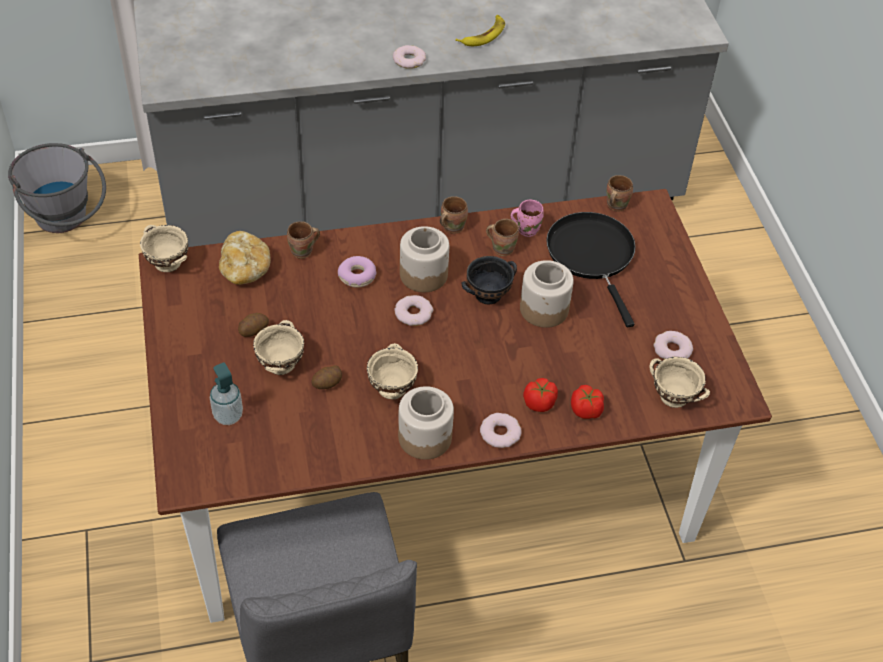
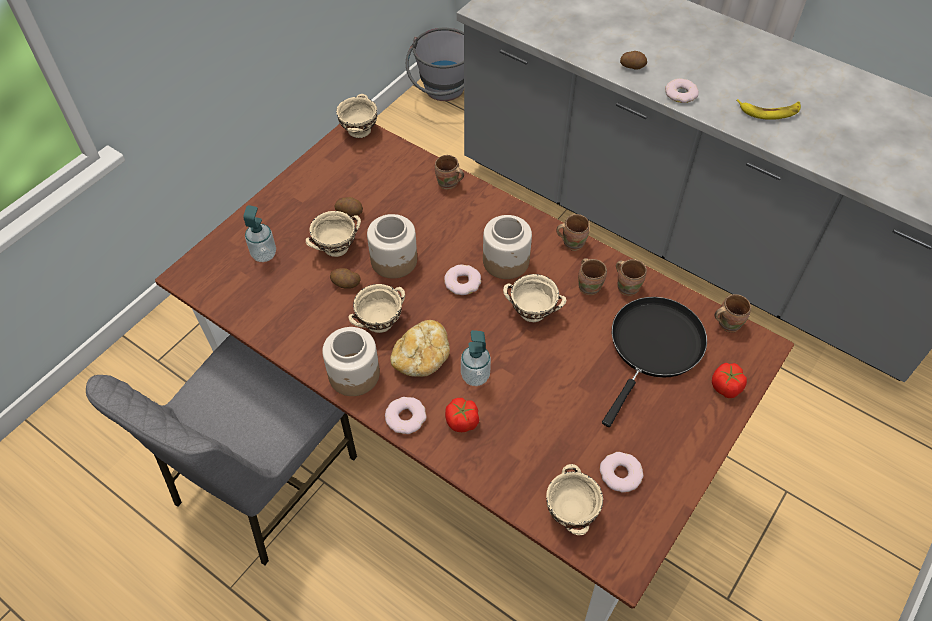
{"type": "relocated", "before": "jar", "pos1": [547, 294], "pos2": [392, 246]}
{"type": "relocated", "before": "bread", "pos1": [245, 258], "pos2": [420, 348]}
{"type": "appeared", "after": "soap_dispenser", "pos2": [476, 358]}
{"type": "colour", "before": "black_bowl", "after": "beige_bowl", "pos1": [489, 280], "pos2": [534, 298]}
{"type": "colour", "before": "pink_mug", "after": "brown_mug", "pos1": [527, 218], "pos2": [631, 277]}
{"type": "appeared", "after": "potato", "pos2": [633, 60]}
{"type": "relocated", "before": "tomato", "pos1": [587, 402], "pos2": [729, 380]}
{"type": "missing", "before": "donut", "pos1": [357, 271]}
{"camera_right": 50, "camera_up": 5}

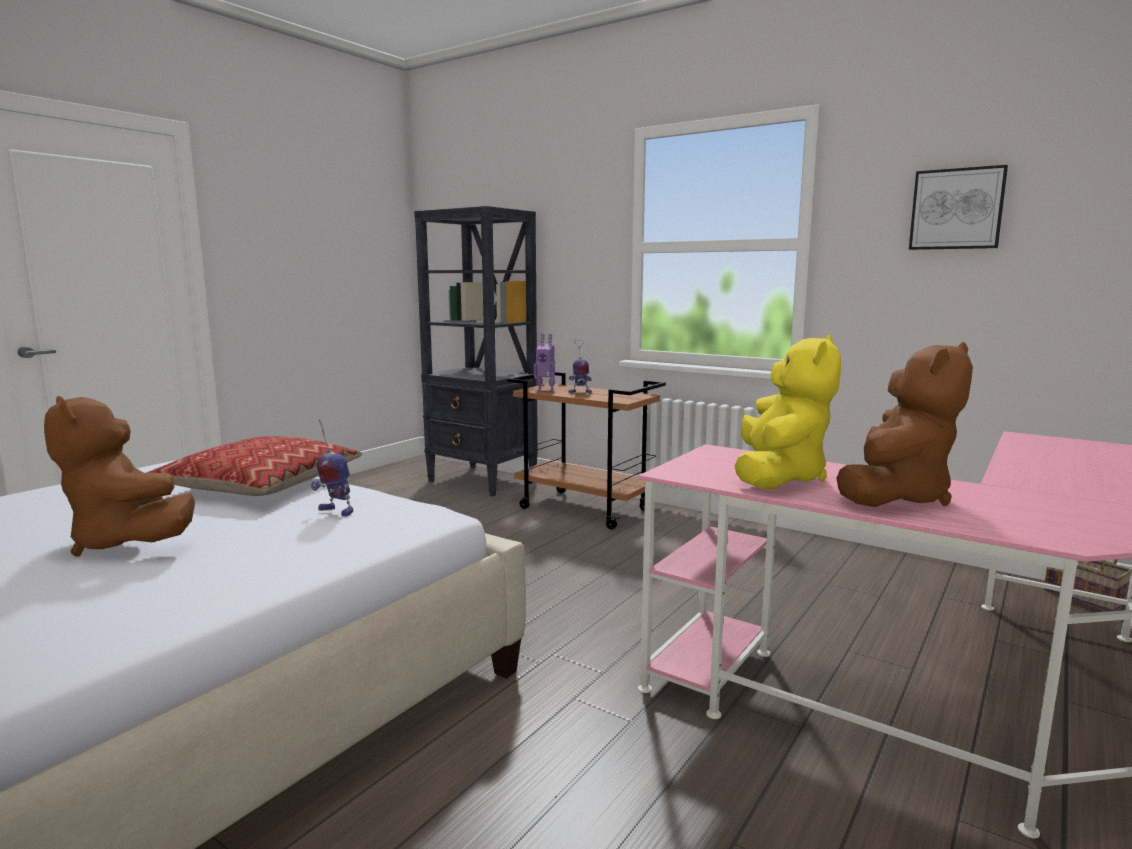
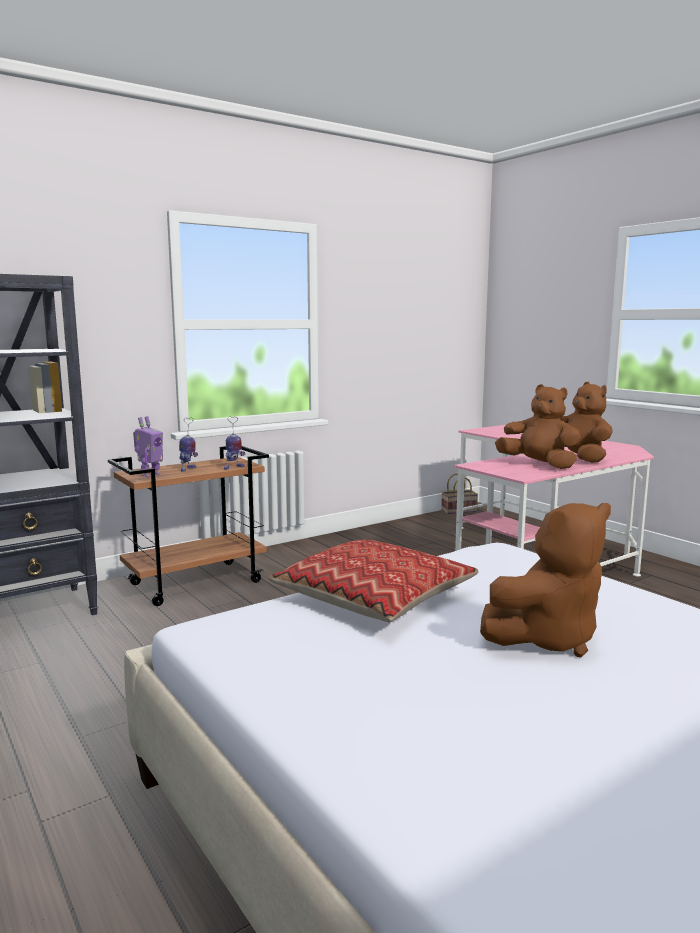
{"type": "relocated", "before": "toy_robot", "pos1": [332, 467], "pos2": [234, 443]}
{"type": "colour", "before": "yellow_plush_toy", "after": "brown_plush_toy", "pos1": [788, 411], "pos2": [538, 426]}
{"type": "missing", "before": "picture", "pos1": [958, 207]}
{"camera_right": -70, "camera_up": 0}

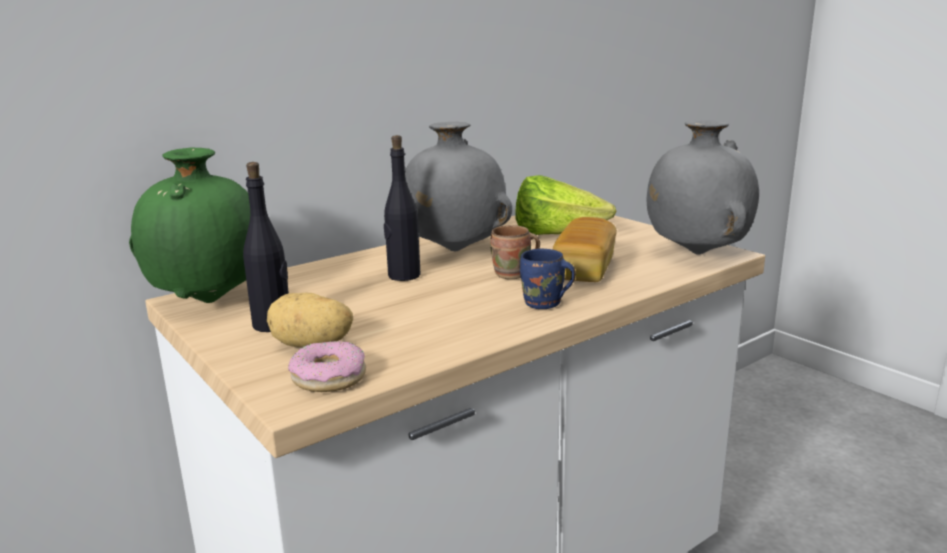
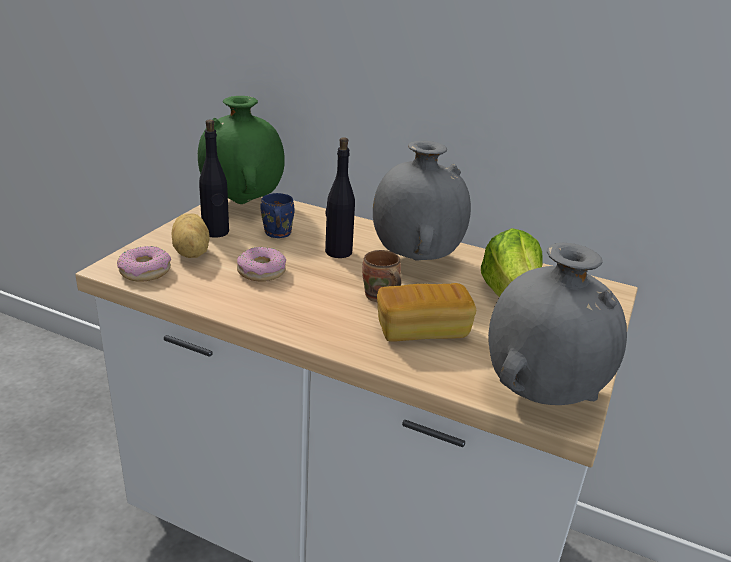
{"type": "appeared", "after": "donut", "pos2": [261, 264]}
{"type": "relocated", "before": "blue_mug", "pos1": [548, 279], "pos2": [278, 215]}
{"camera_right": 60, "camera_up": 10}

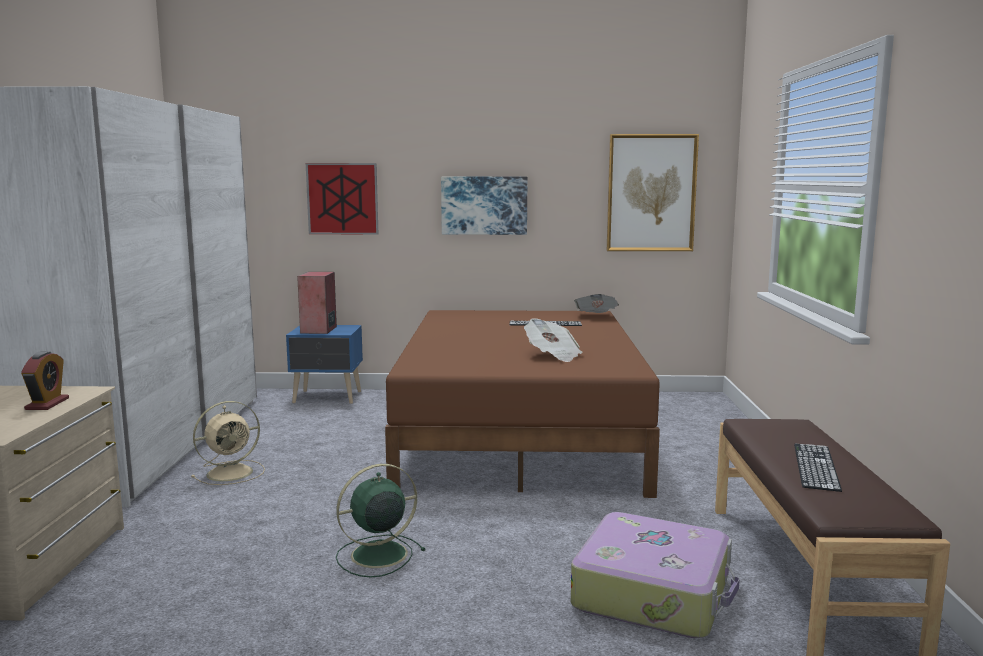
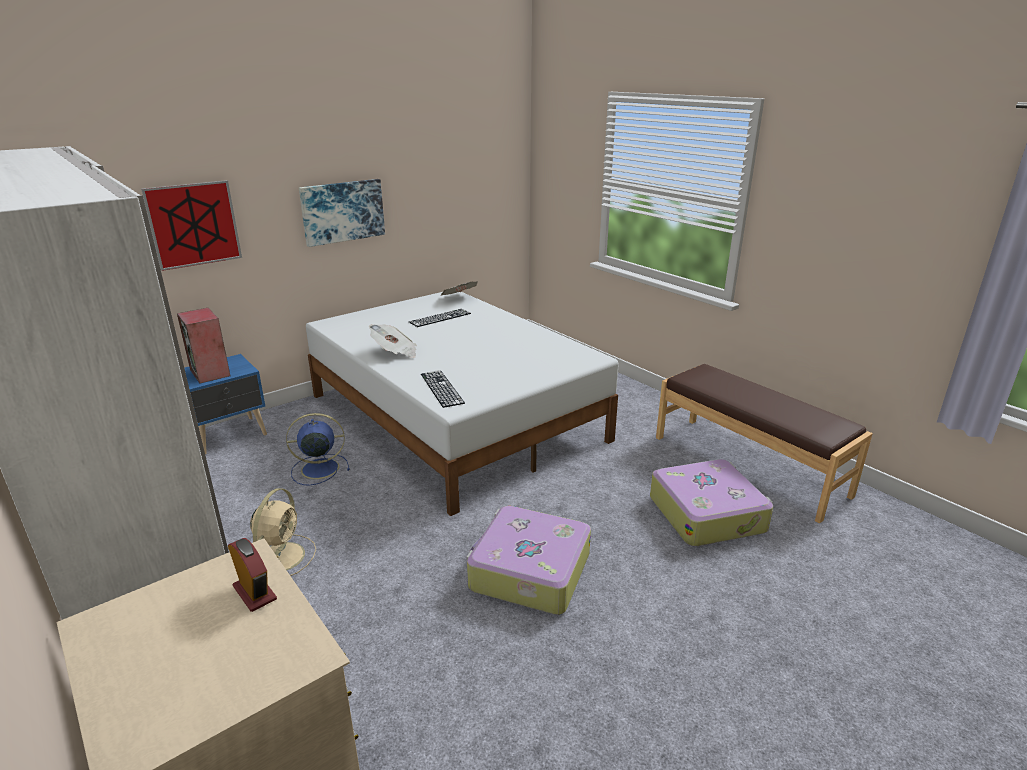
{"type": "appeared", "after": "blue_fan", "pos2": [318, 449]}
{"type": "colour", "before": "brown_bed", "after": "white_bed", "pos1": [522, 404], "pos2": [462, 404]}
{"type": "relocated", "before": "newspaper", "pos1": [553, 340], "pos2": [393, 341]}
{"type": "relocated", "before": "keyboard", "pos1": [818, 468], "pos2": [443, 389]}
{"type": "exchanged", "before": "green_fan", "after": "suitcase", "pos1": [380, 520], "pos2": [528, 560]}
{"type": "missing", "before": "picture", "pos1": [653, 192]}
{"camera_right": -40, "camera_up": 15}

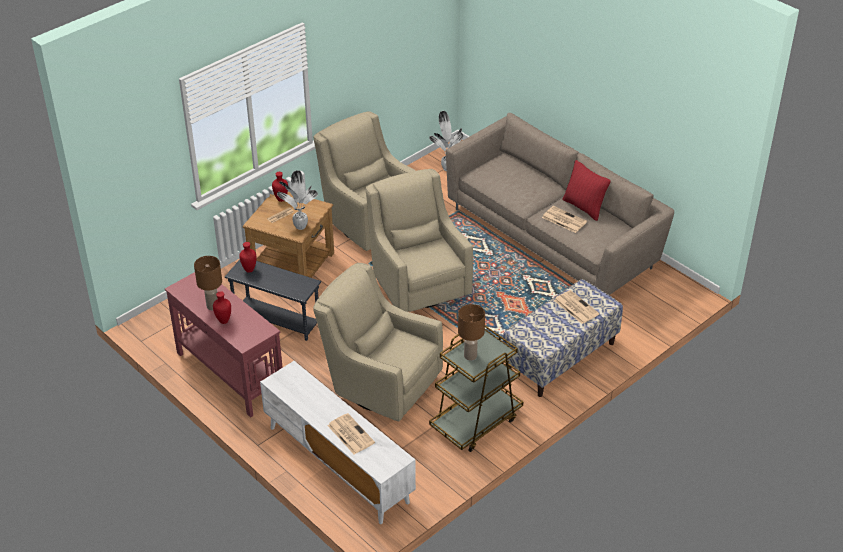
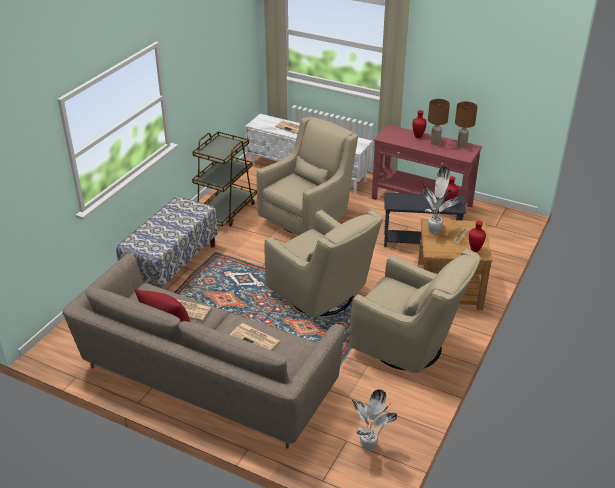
{"type": "relocated", "before": "newspaper", "pos1": [576, 307], "pos2": [255, 336]}
{"type": "spun", "before": "beige_armchair", "pos1": [378, 342], "pos2": [307, 176], "turn": -60}
{"type": "relocated", "before": "brown_table_lamp", "pos1": [471, 332], "pos2": [466, 124]}
{"camera_right": 160, "camera_up": -5}

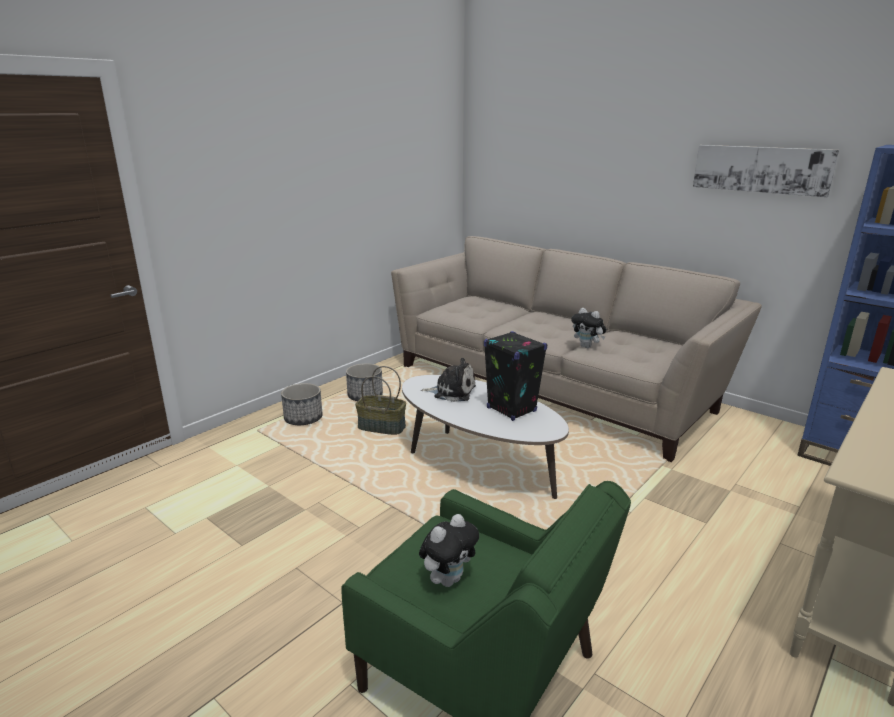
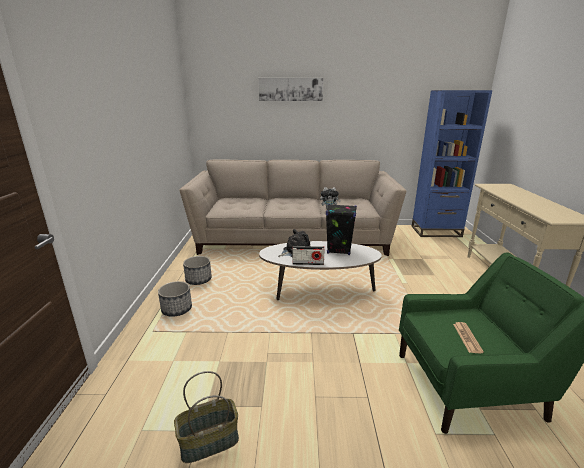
{"type": "relocated", "before": "basket", "pos1": [380, 400], "pos2": [206, 417]}
{"type": "relocated", "before": "picture", "pos1": [766, 171], "pos2": [291, 89]}
{"type": "appeared", "after": "radio", "pos2": [309, 255]}
{"type": "exchanged", "before": "plush_toy", "after": "newspaper", "pos1": [449, 550], "pos2": [468, 337]}
{"camera_right": -40, "camera_up": 0}

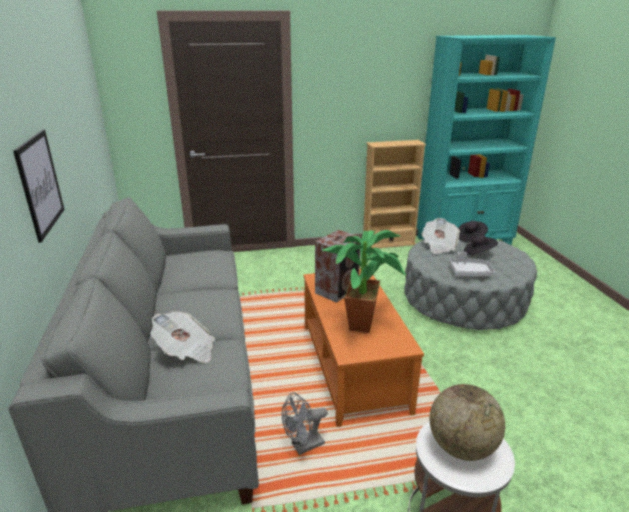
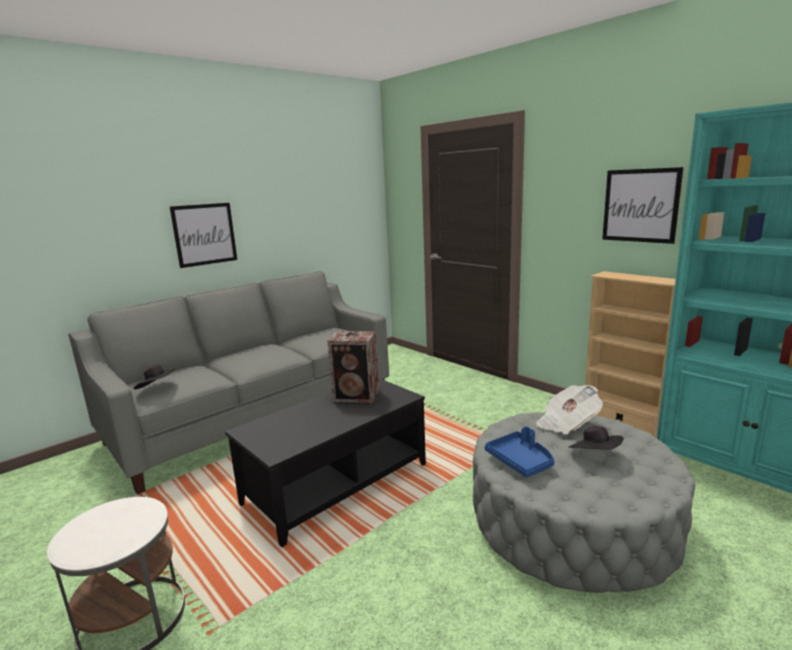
{"type": "relocated", "before": "black_hat", "pos1": [473, 231], "pos2": [154, 377]}
{"type": "colour", "before": "orange_coffee_table", "after": "black_coffee_table", "pos1": [363, 348], "pos2": [325, 462]}
{"type": "colour", "before": "grey_tray", "after": "blue_tray", "pos1": [472, 264], "pos2": [520, 452]}
{"type": "appeared", "after": "picture", "pos2": [643, 205]}
{"type": "missing", "before": "newspaper", "pos1": [182, 337]}
{"type": "missing", "before": "grey_fan", "pos1": [305, 424]}
{"type": "missing", "before": "potted_plant", "pos1": [364, 281]}
{"type": "missing", "before": "globe", "pos1": [467, 422]}
{"camera_right": 60, "camera_up": -10}

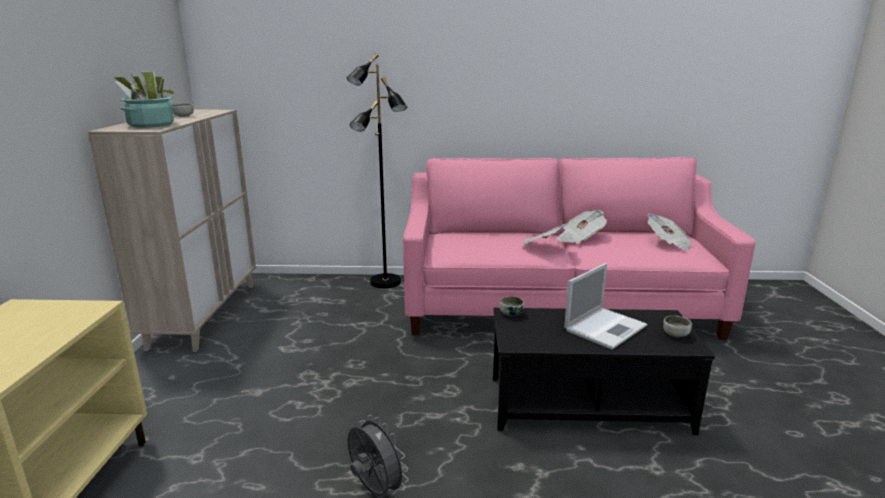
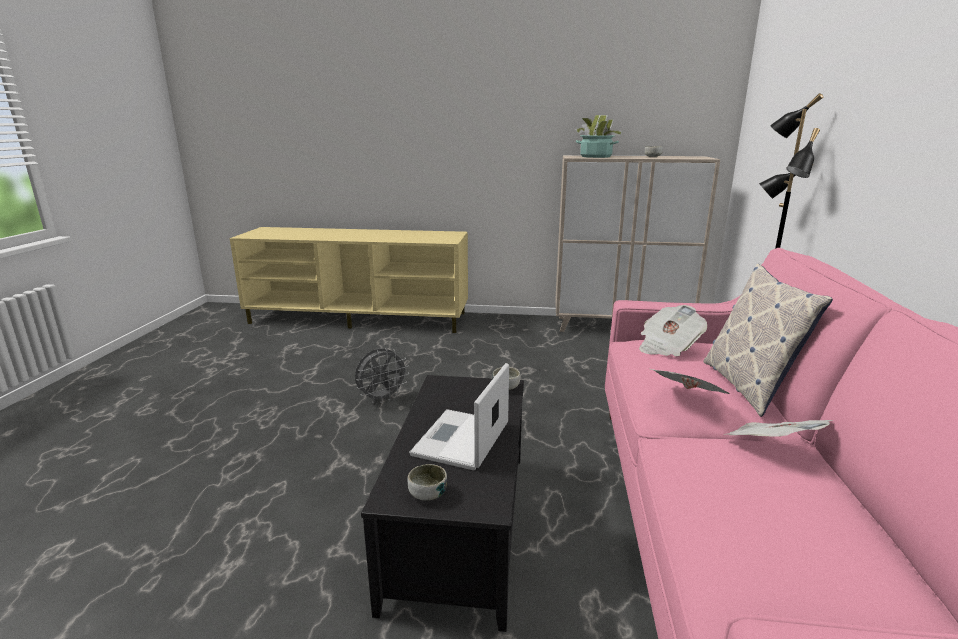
{"type": "spun", "before": "laptop", "pos1": [605, 306], "pos2": [459, 417], "turn": 60}
{"type": "relocated", "before": "newspaper", "pos1": [669, 232], "pos2": [673, 331]}
{"type": "appeared", "after": "pillow", "pos2": [768, 340]}
{"camera_right": 95, "camera_up": 0}

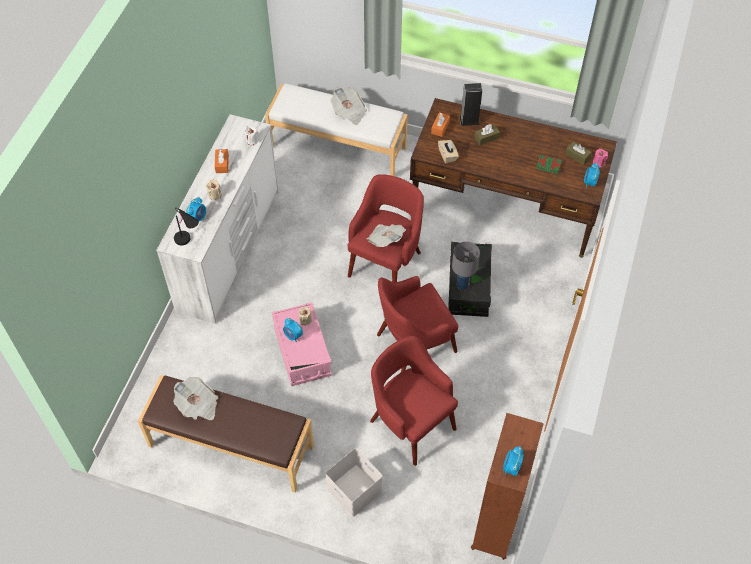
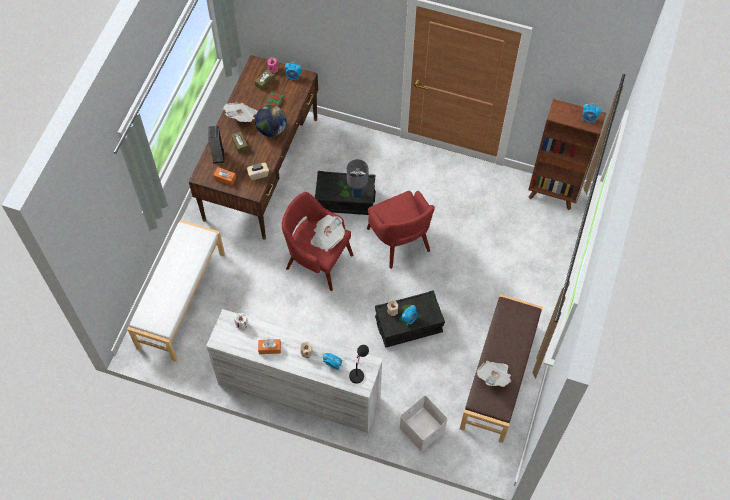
{"type": "relocated", "before": "newspaper", "pos1": [349, 106], "pos2": [240, 112]}
{"type": "appeared", "after": "globe", "pos2": [271, 121]}
{"type": "colour", "before": "pink_storage_box", "after": "black_storage_box", "pos1": [302, 344], "pos2": [410, 319]}
{"type": "relocated", "before": "white_storage_box", "pos1": [354, 482], "pos2": [423, 423]}
{"type": "missing", "before": "red_armchair", "pos1": [414, 401]}
{"camera_right": -90, "camera_up": 5}

